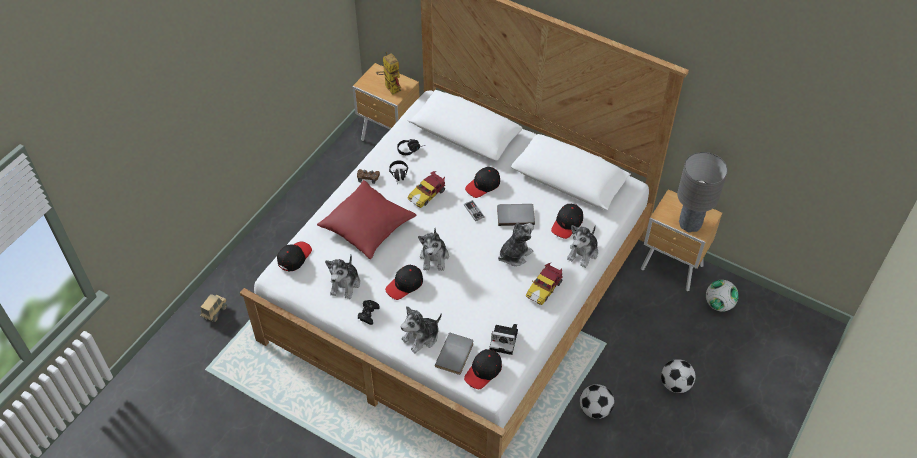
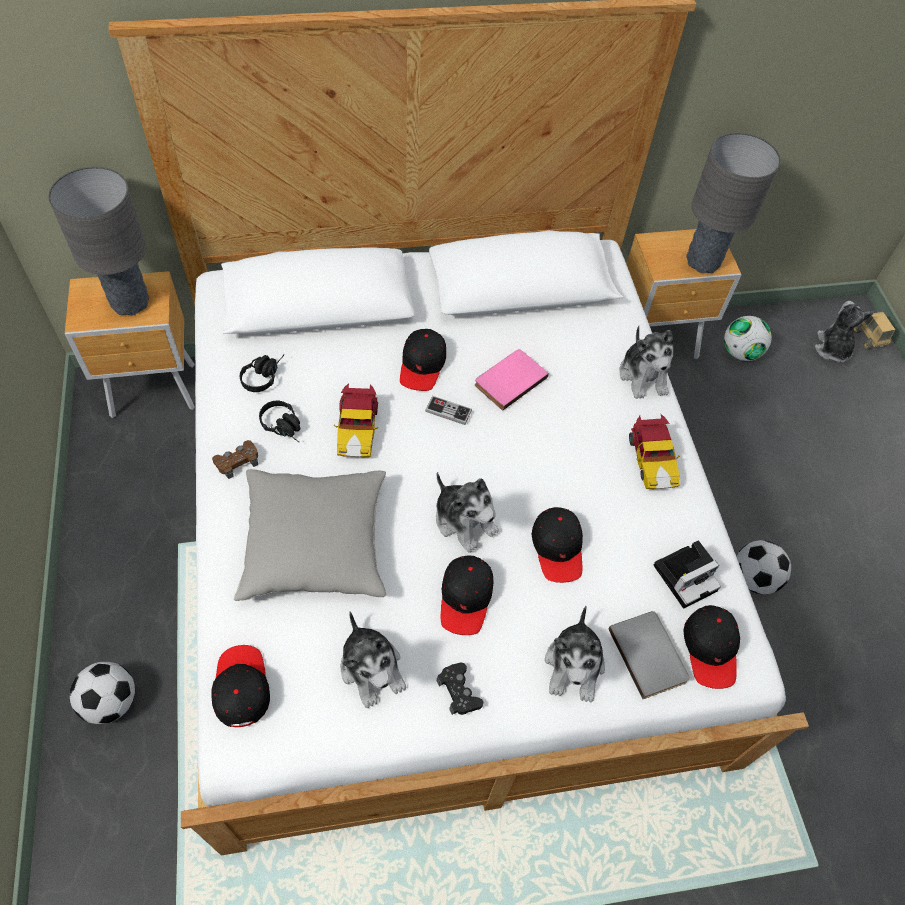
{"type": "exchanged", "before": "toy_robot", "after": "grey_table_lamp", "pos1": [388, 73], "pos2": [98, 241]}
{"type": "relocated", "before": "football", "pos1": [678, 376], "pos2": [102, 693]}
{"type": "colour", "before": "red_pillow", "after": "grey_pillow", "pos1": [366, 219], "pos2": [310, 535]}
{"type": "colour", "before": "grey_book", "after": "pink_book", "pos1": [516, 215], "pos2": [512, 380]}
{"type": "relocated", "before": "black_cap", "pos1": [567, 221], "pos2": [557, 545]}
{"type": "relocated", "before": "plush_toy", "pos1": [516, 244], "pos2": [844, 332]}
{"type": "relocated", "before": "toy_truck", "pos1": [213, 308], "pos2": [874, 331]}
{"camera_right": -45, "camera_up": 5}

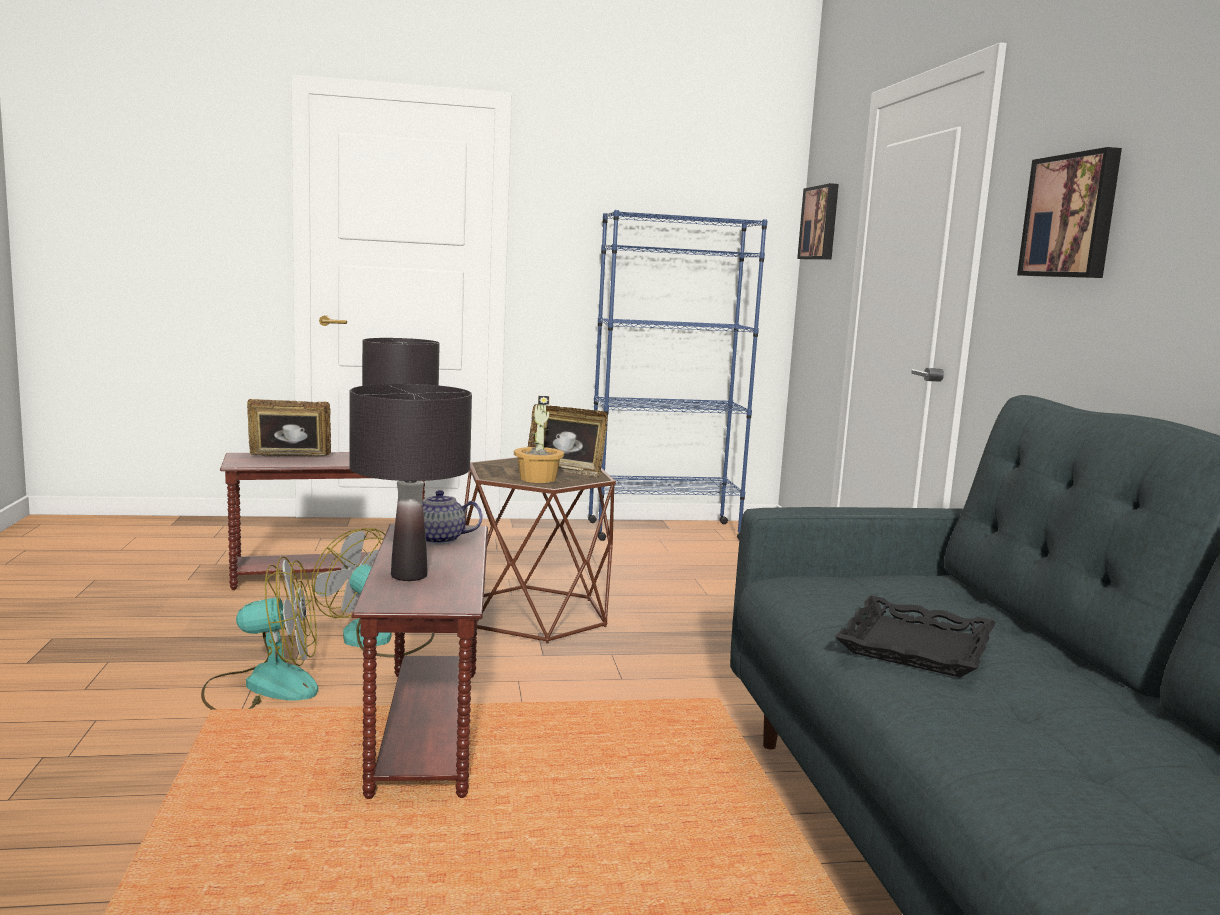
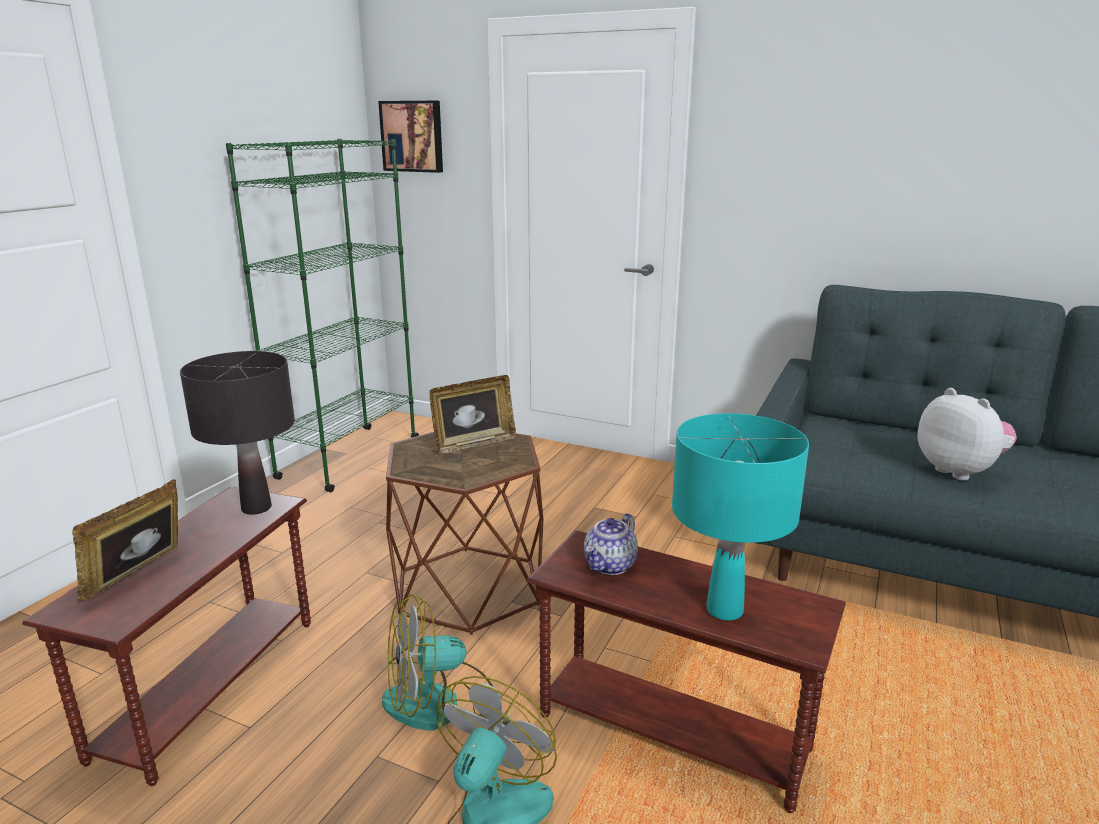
{"type": "colour", "before": "blue_bookcase", "after": "green_bookcase", "pos1": [678, 375], "pos2": [322, 315]}
{"type": "colour", "before": "black_table_lamp", "after": "turquoise_table_lamp", "pos1": [411, 482], "pos2": [740, 517]}
{"type": "exchanged", "before": "black_tray", "after": "plush_toy", "pos1": [915, 636], "pos2": [967, 434]}
{"type": "missing", "before": "potted_plant", "pos1": [539, 439]}
{"type": "missing", "before": "picture", "pos1": [1069, 212]}
{"camera_right": -55, "camera_up": 10}

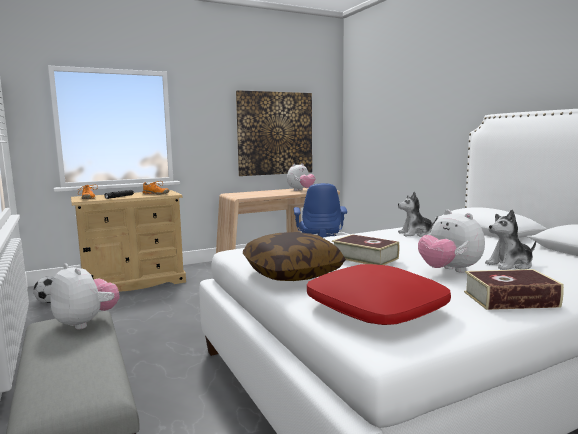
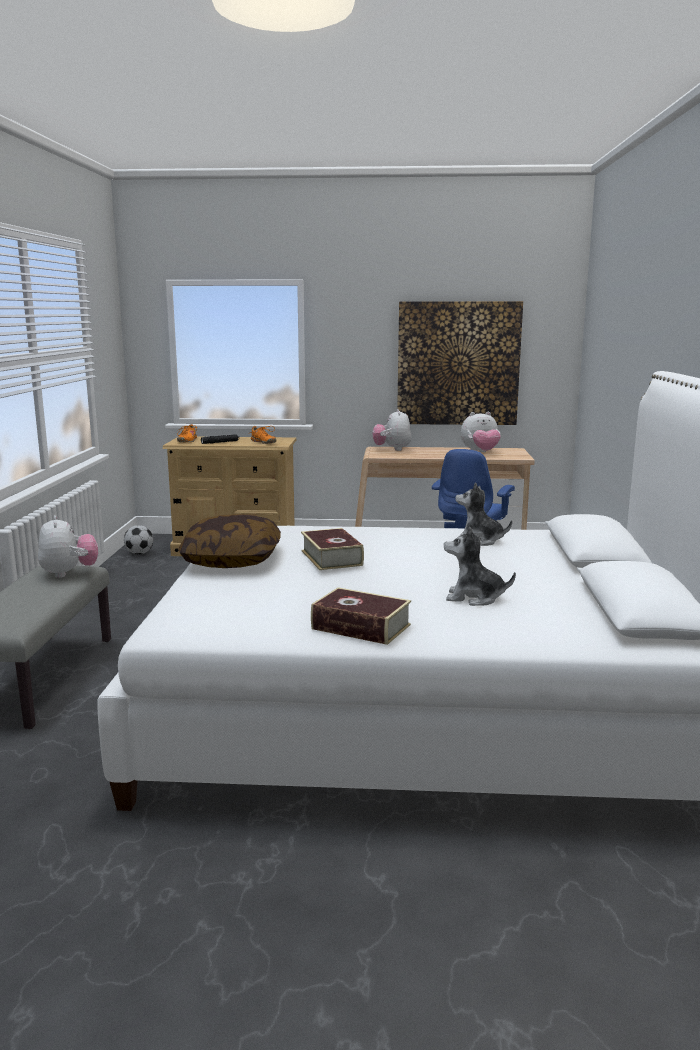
{"type": "relocated", "before": "plush_toy", "pos1": [451, 241], "pos2": [392, 430]}
{"type": "missing", "before": "red_pillow", "pos1": [379, 294]}
{"camera_right": 30, "camera_up": 5}

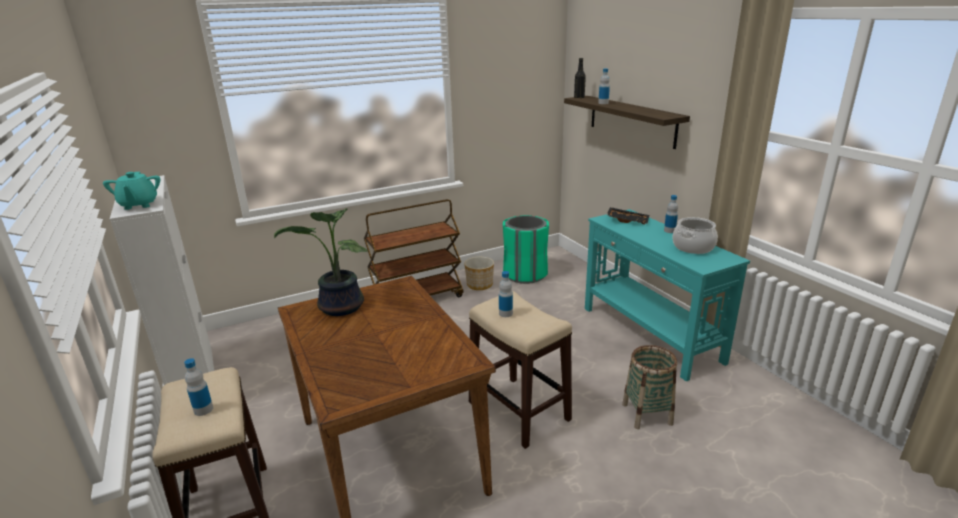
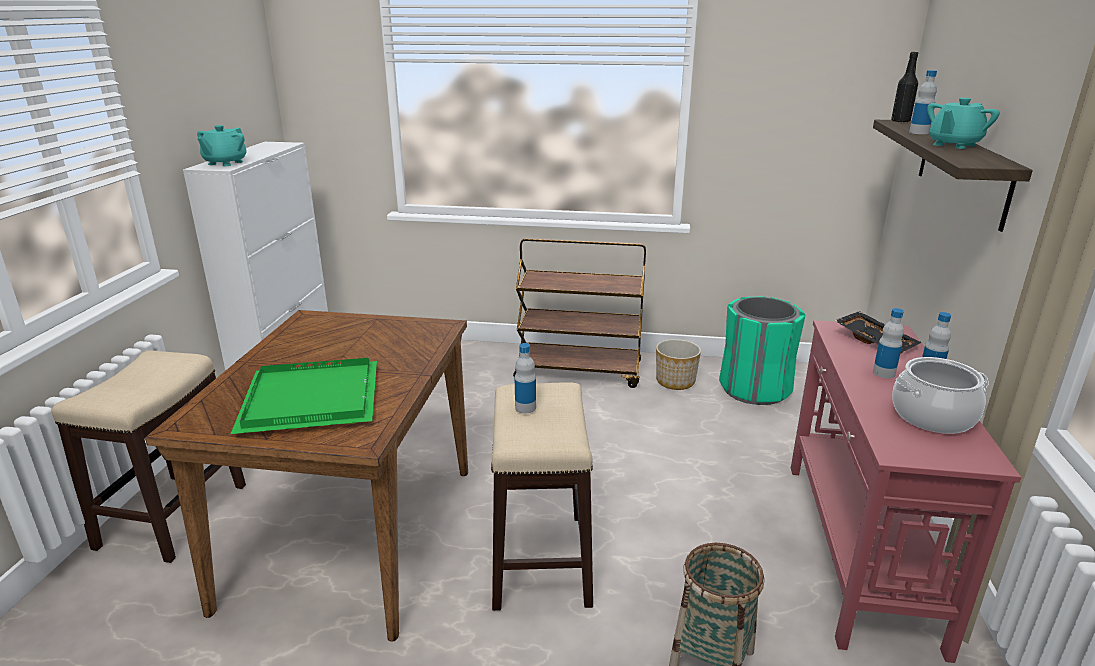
{"type": "appeared", "after": "green_tray", "pos2": [304, 396]}
{"type": "colour", "before": "turquoise_console_table", "after": "red_console_table", "pos1": [667, 295], "pos2": [906, 491]}
{"type": "relocated", "before": "bottle", "pos1": [198, 387], "pos2": [888, 343]}
{"type": "appeared", "after": "turquoise_teapot", "pos2": [963, 123]}
{"type": "missing", "before": "potted_plant", "pos1": [321, 262]}
{"camera_right": 35, "camera_up": 0}

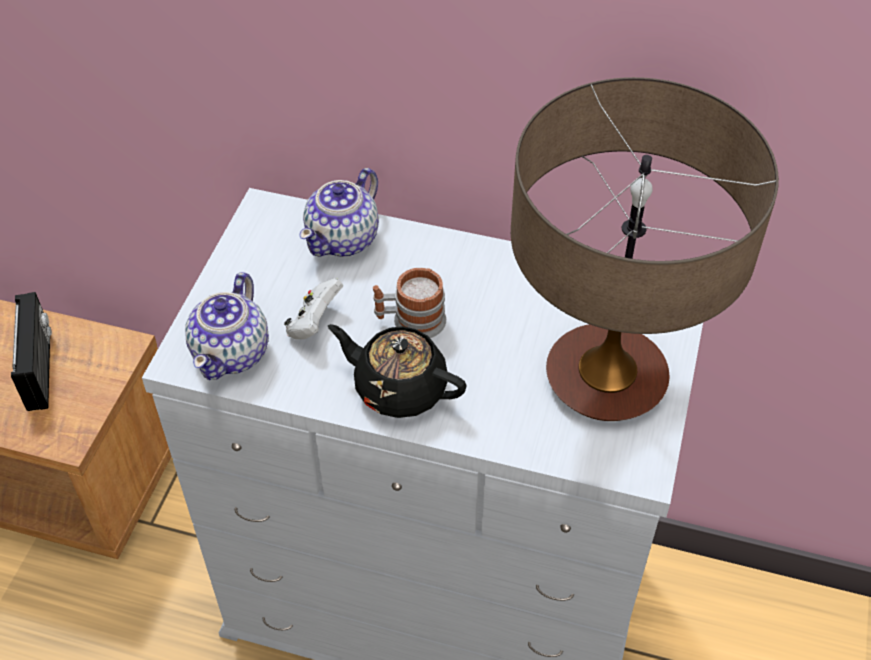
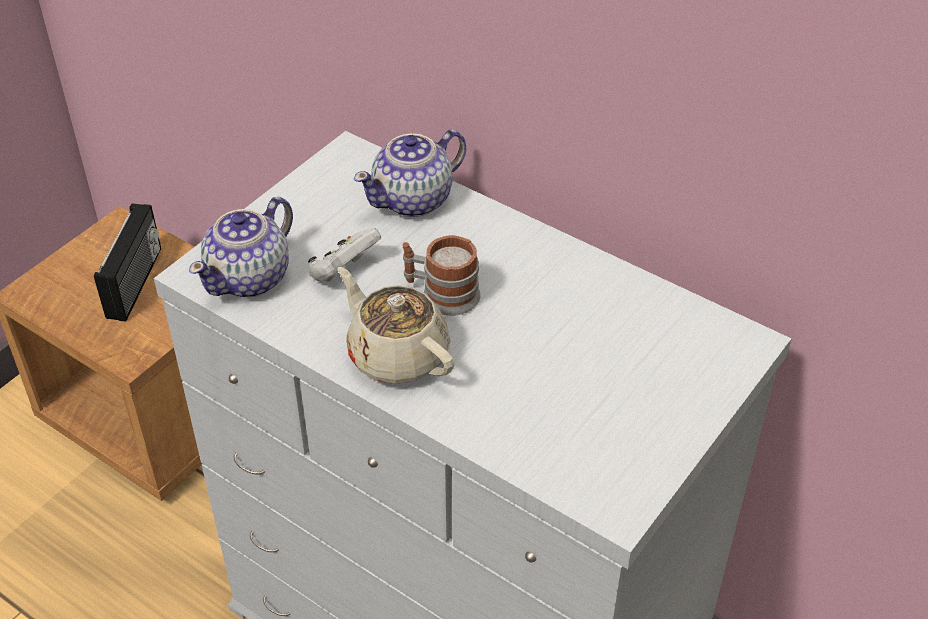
{"type": "colour", "before": "black_teapot", "after": "beige_teapot", "pos1": [397, 371], "pos2": [395, 325]}
{"type": "missing", "before": "table_lamp", "pos1": [645, 249]}
{"camera_right": 20, "camera_up": -5}

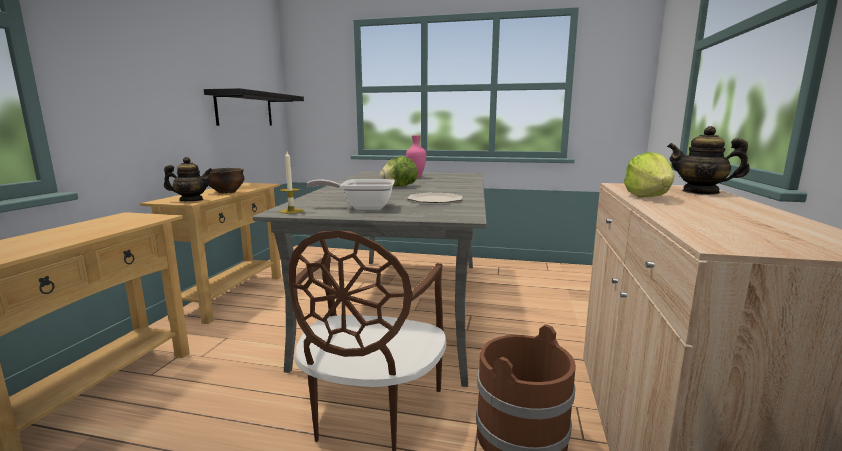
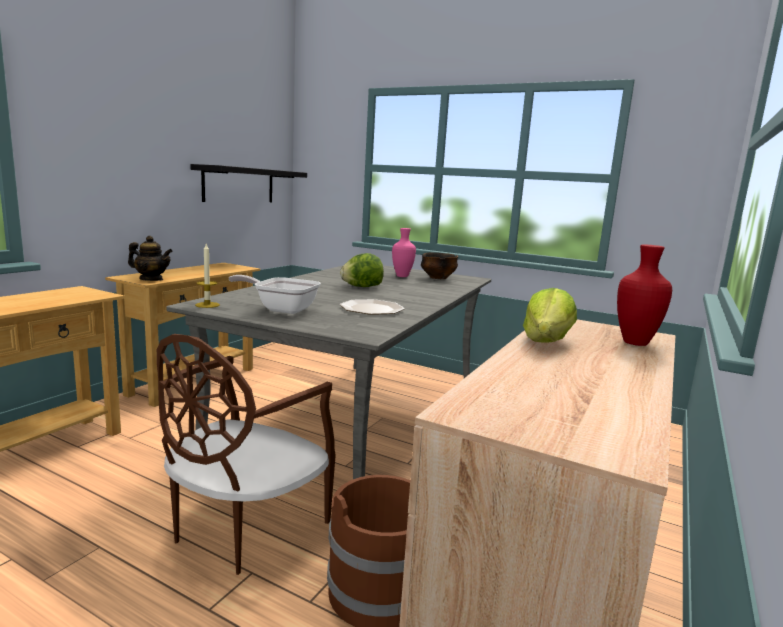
{"type": "relocated", "before": "bowl", "pos1": [227, 181], "pos2": [439, 265]}
{"type": "exchanged", "before": "teapot", "after": "red_vase", "pos1": [708, 160], "pos2": [644, 295]}
{"camera_right": 15, "camera_up": 0}

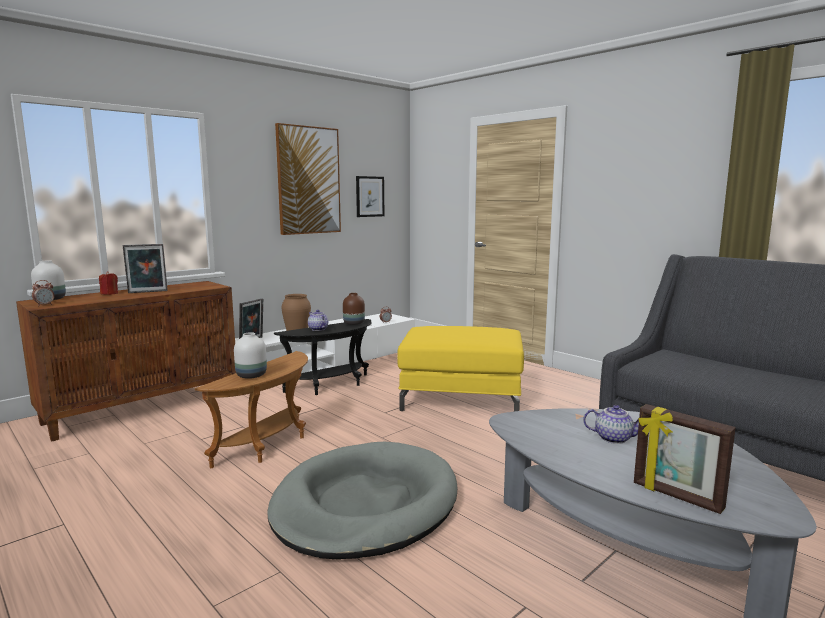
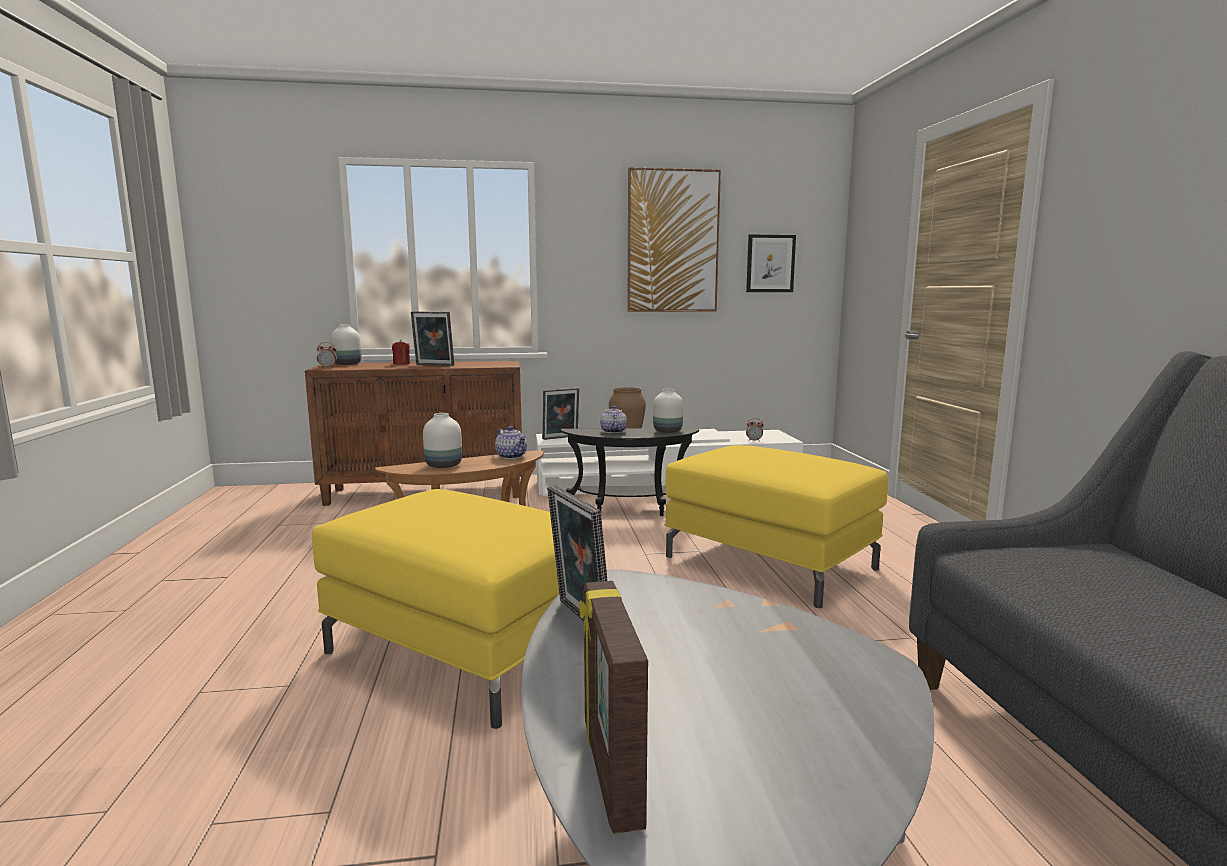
{"type": "exchanged", "before": "grey_dog_bed", "after": "yellow_ottoman", "pos1": [362, 500], "pos2": [435, 609]}
{"type": "relocated", "before": "teapot", "pos1": [611, 424], "pos2": [511, 442]}
{"type": "appeared", "after": "picture_frame", "pos2": [577, 553]}
{"type": "colour", "before": "brown_vase", "after": "white_vase", "pos1": [354, 309], "pos2": [668, 411]}
{"camera_right": 35, "camera_up": 0}

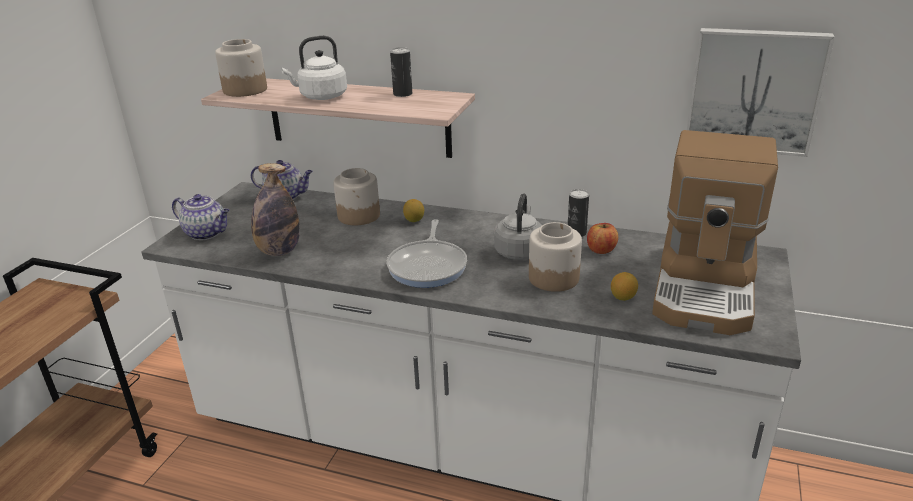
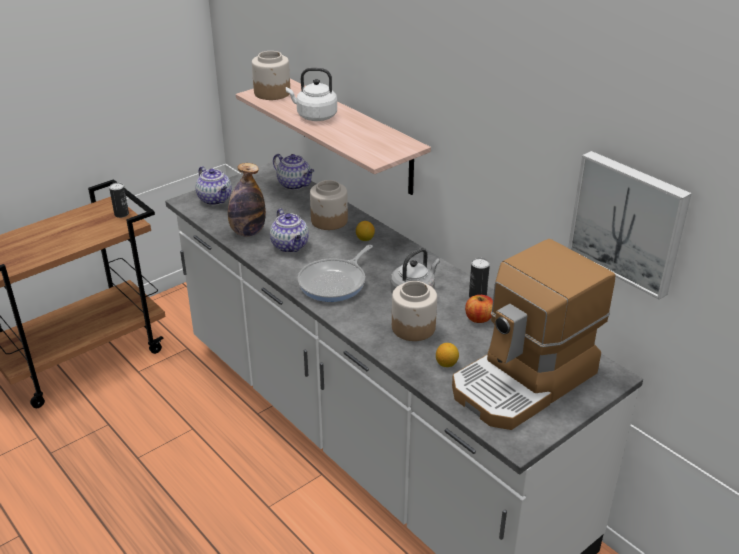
{"type": "relocated", "before": "can", "pos1": [401, 72], "pos2": [119, 200]}
{"type": "appeared", "after": "teapot", "pos2": [289, 231]}
{"camera_right": 30, "camera_up": 5}

